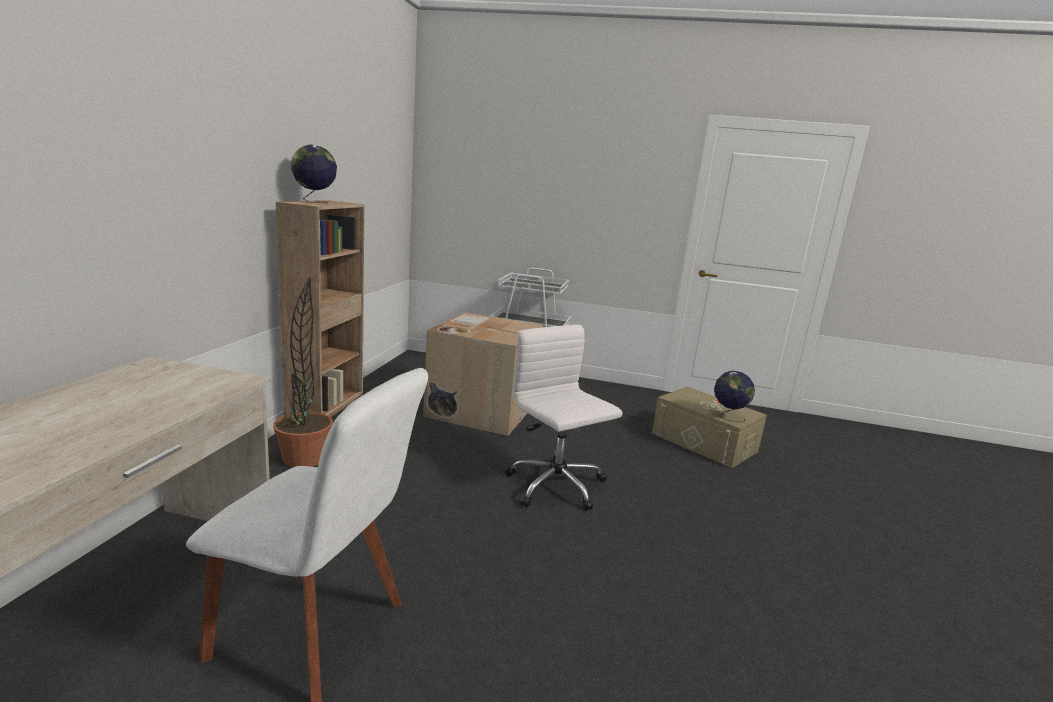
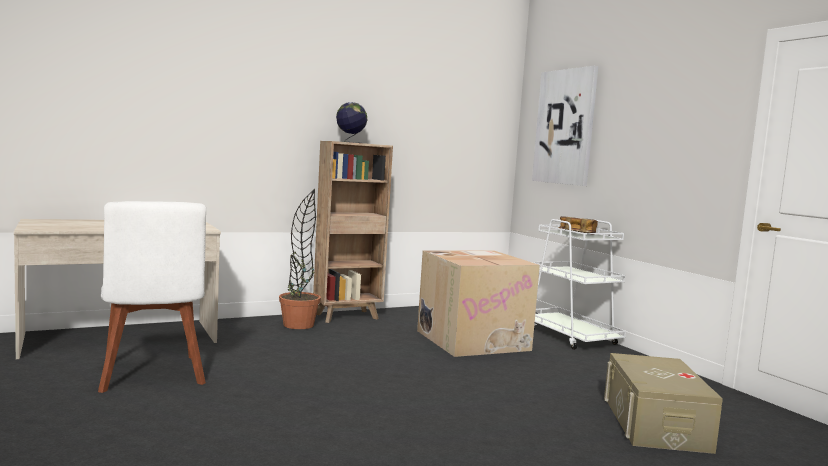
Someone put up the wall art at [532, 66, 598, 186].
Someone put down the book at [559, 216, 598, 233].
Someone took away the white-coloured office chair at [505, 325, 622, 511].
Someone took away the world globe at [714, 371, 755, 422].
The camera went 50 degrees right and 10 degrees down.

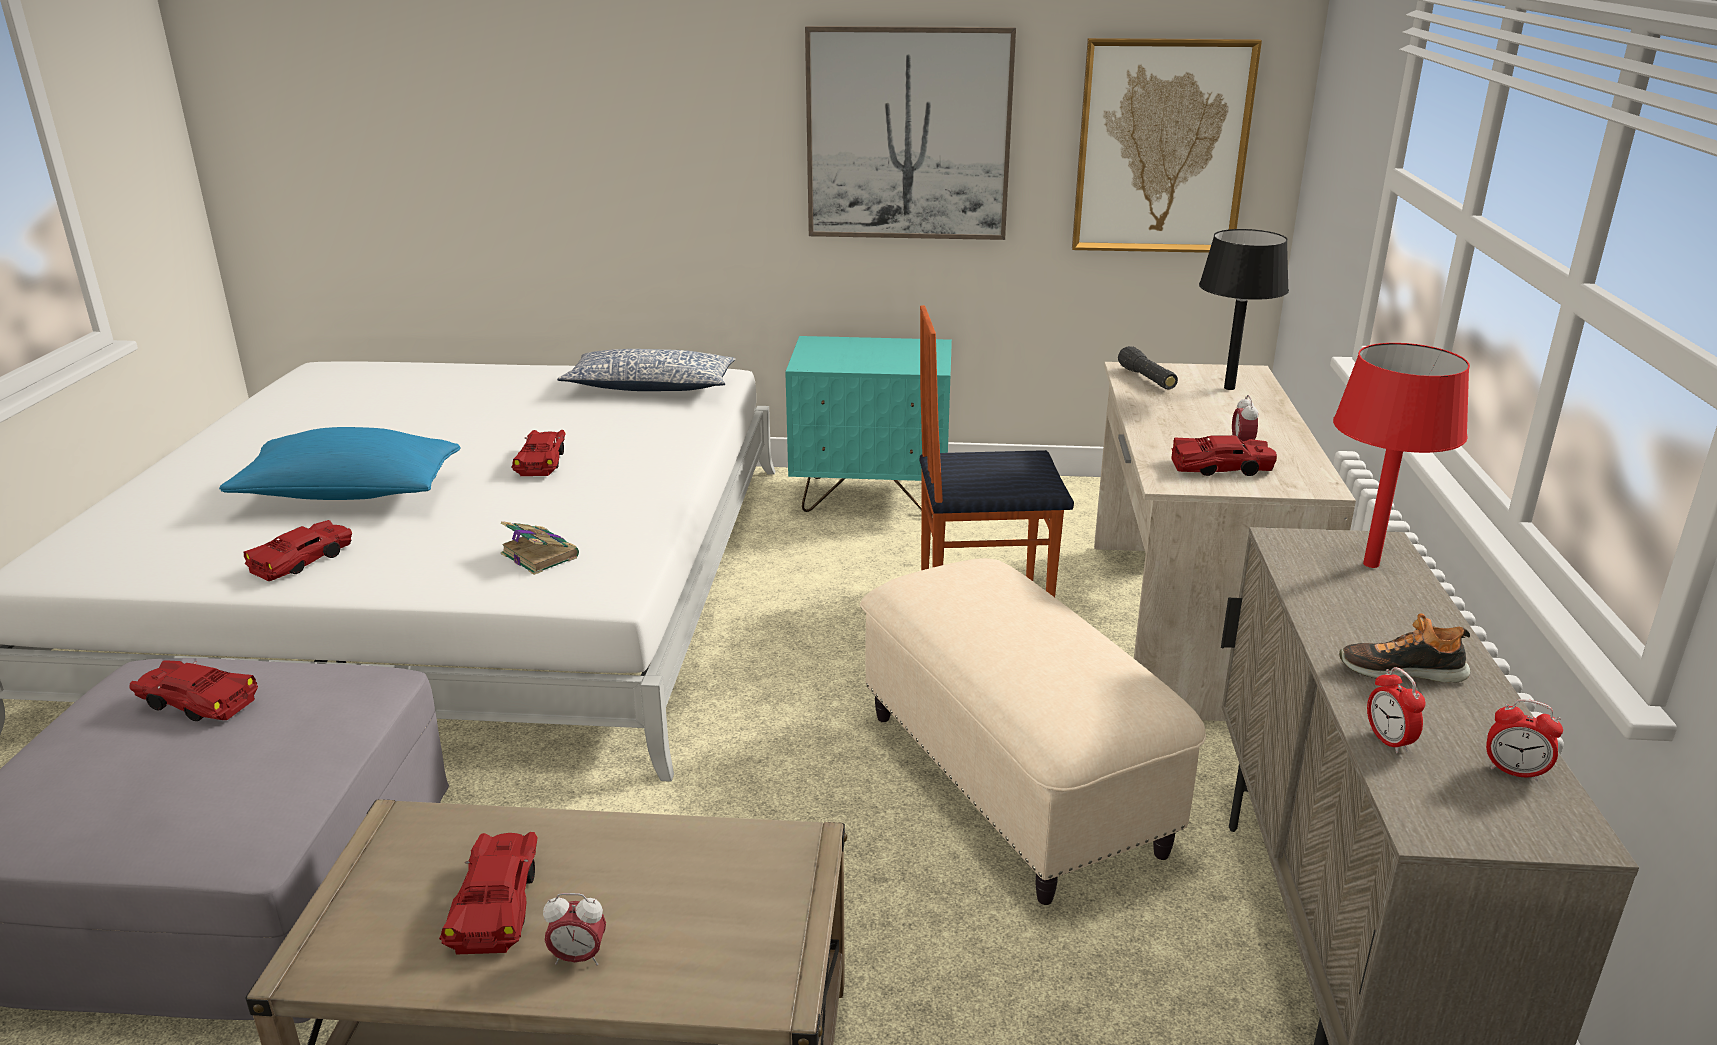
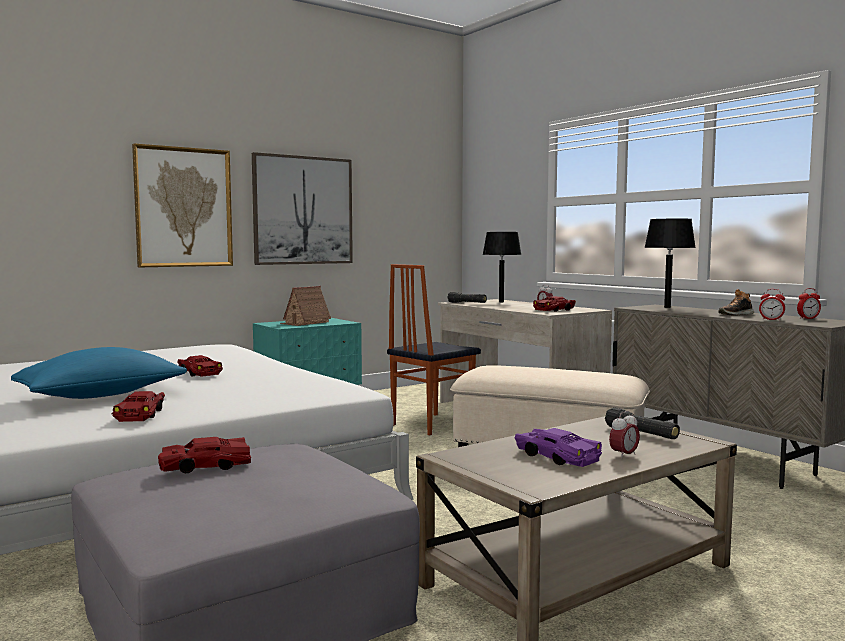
Someone carried the wall art from [1072, 38, 1262, 253] to [132, 143, 233, 267].
Someone put down the toy house at [279, 286, 331, 326].
Someone repainted the red-coloured model car at [439, 832, 538, 955], which became the purple-coloured model car at [515, 428, 602, 467].
Someone put down the black hand torch at [605, 408, 680, 439].
Someone repainted the red-coloured lamp for a table at [1333, 343, 1470, 568], which became the black lamp for a table at [644, 219, 696, 308].
Someone took away the book at [501, 521, 579, 575].
Someone took away the throw pillow at [557, 349, 736, 391].
The camera went 40 degrees left and 20 degrees down.

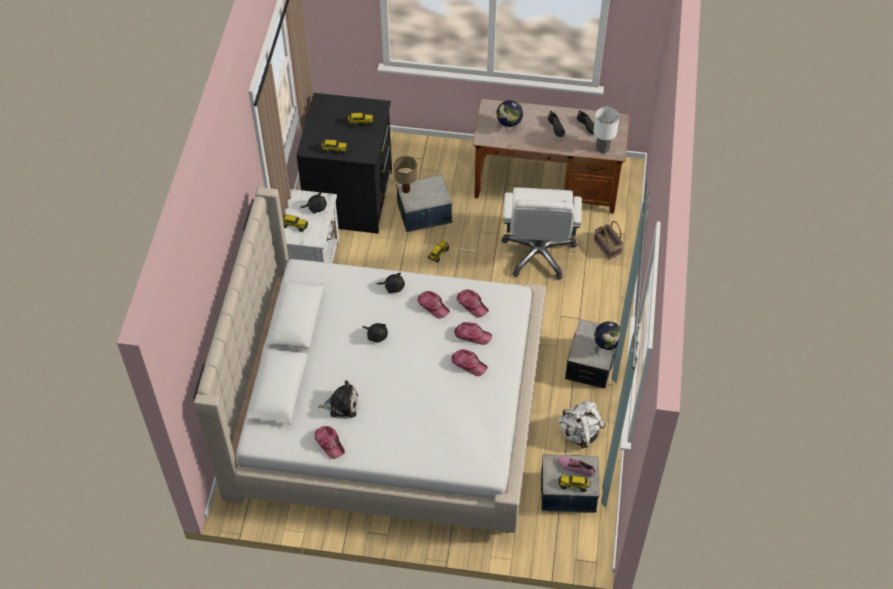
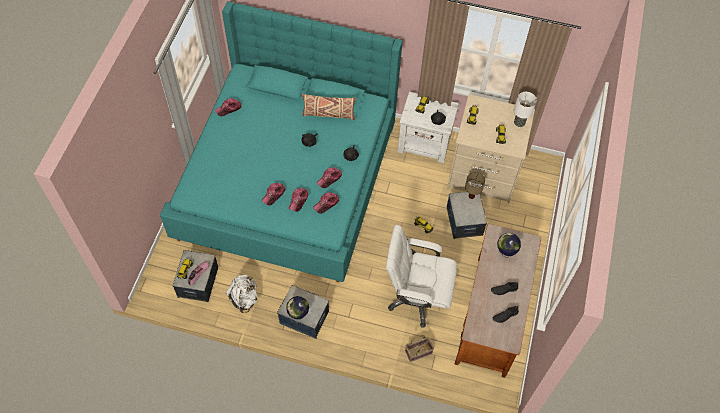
Someone repainted the sand-coloured bedroom bed at [193, 187, 546, 533], which became the turquoise bedroom bed at [160, 1, 403, 282].
Someone put down the sand-coloured throw pillow at [302, 94, 356, 120].
Someone repainted the black drawer chest at [296, 93, 392, 234], which became the sand-coloured drawer chest at [447, 94, 535, 204].
Someone carried the lamp for a table from [593, 107, 619, 153] to [514, 92, 537, 127].
Someone took away the plush toy at [318, 380, 358, 419].
The camera went 95 degrees right and 5 degrees up.

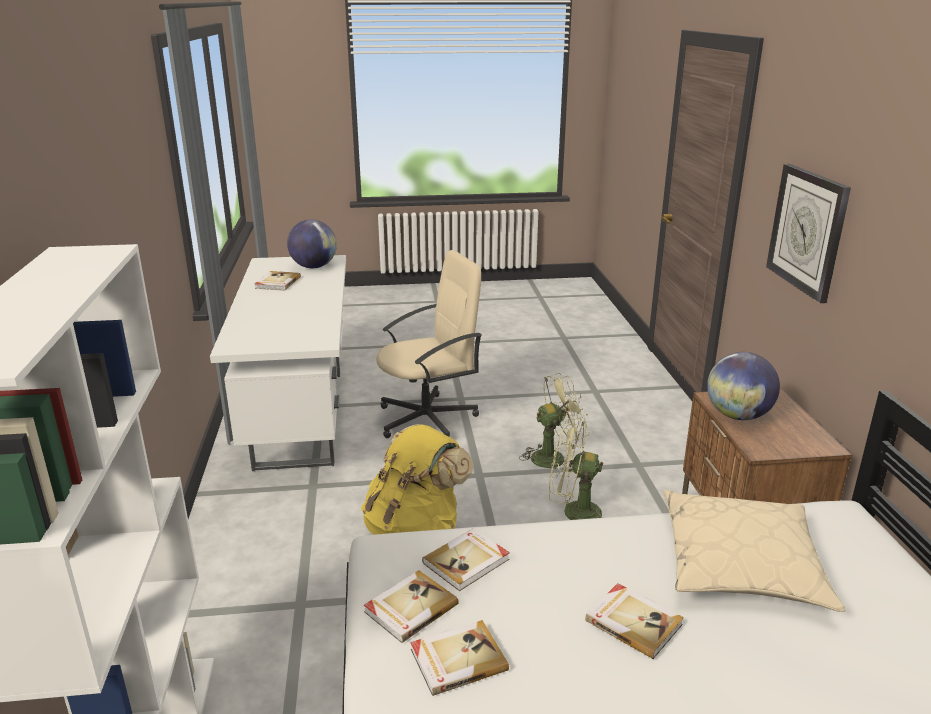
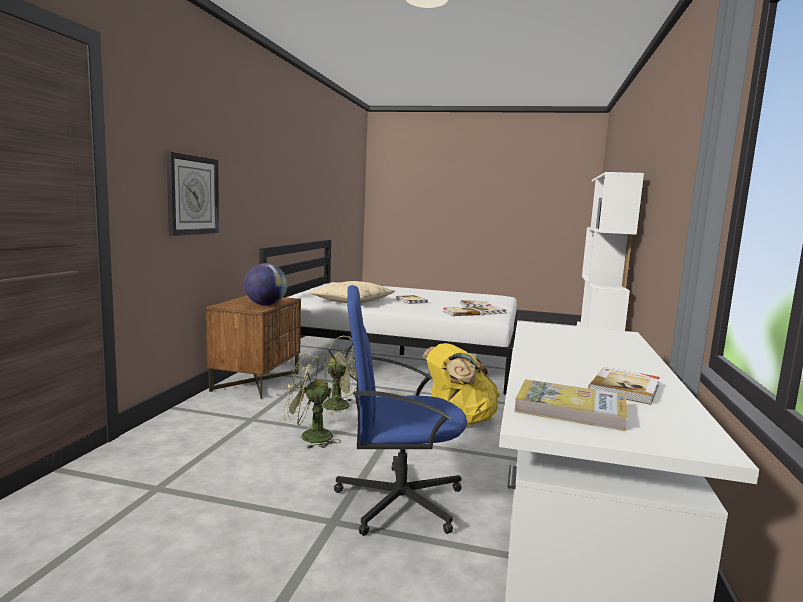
Someone repainted the sand-coloured office chair at [376, 250, 482, 438], which became the blue-coloured office chair at [334, 285, 467, 536].
Someone swapped the world globe at [287, 219, 337, 268] for the book at [514, 379, 628, 431].
The camera went 160 degrees left and 15 degrees down.

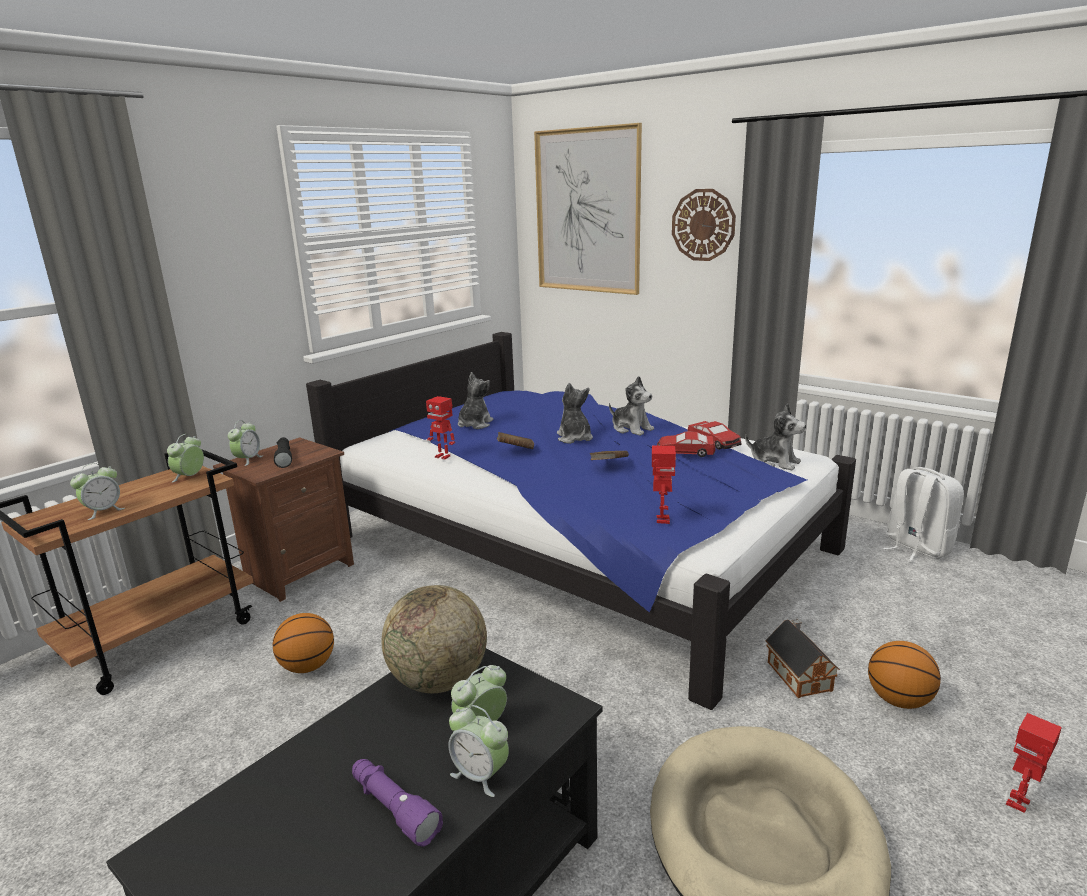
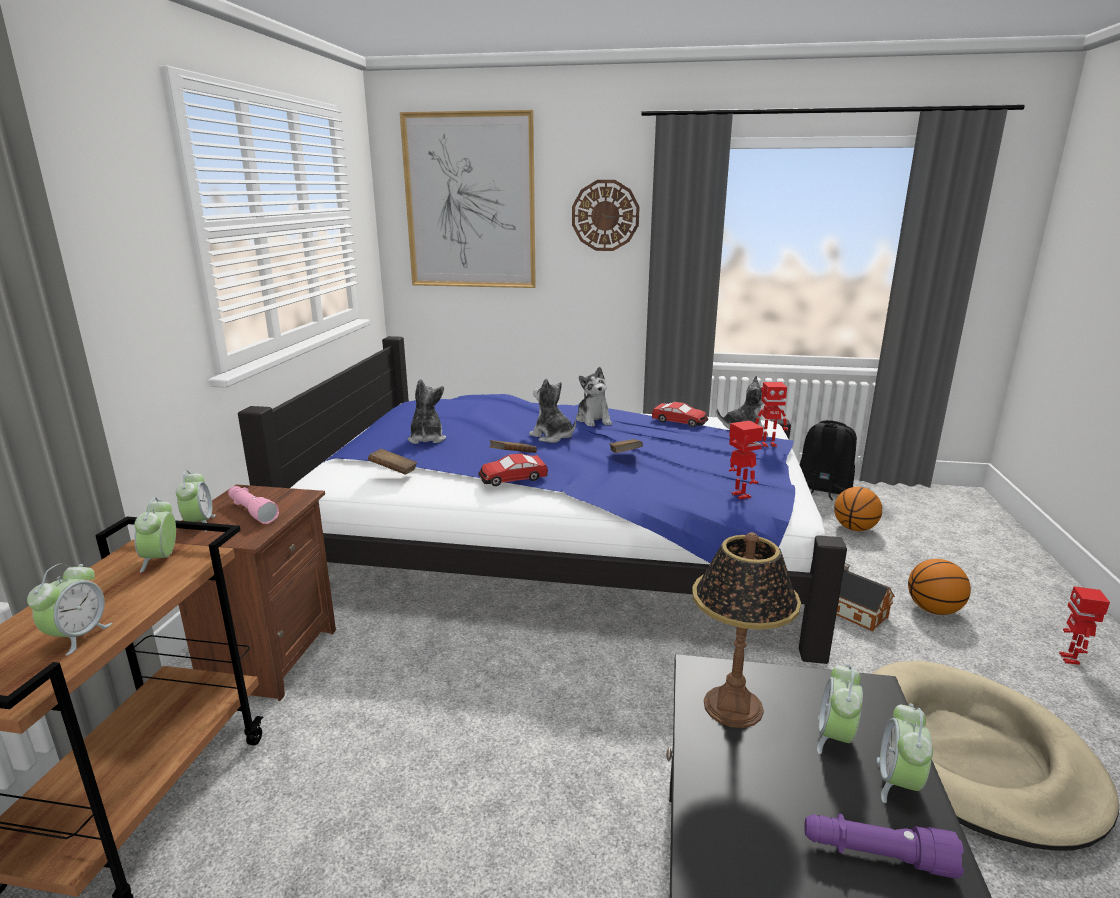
Someone repainted the black hand torch at [274, 437, 292, 468], which became the pinkish hand torch at [228, 486, 279, 524].
Someone put down the brown-coloured book at [368, 449, 417, 475].
Someone carried the model car from [657, 431, 716, 457] to [478, 453, 548, 486].
Someone rotated the plush toy at [609, 376, 654, 436] by 60 degrees clockwise.
Someone swapped the world globe at [382, 585, 487, 693] for the lamp for a table at [692, 532, 801, 728].
Someone carried the robot figure from [426, 396, 455, 460] to [755, 382, 788, 447].
Someone repainted the white-coloured backpack at [883, 467, 964, 561], which became the black backpack at [800, 420, 857, 500].
Someone carried the basketball from [273, 613, 334, 673] to [834, 487, 882, 531].
Someone rotated the table clock at [448, 705, 509, 797] by 105 degrees clockwise.
The camera went 30 degrees left and 0 degrees up.

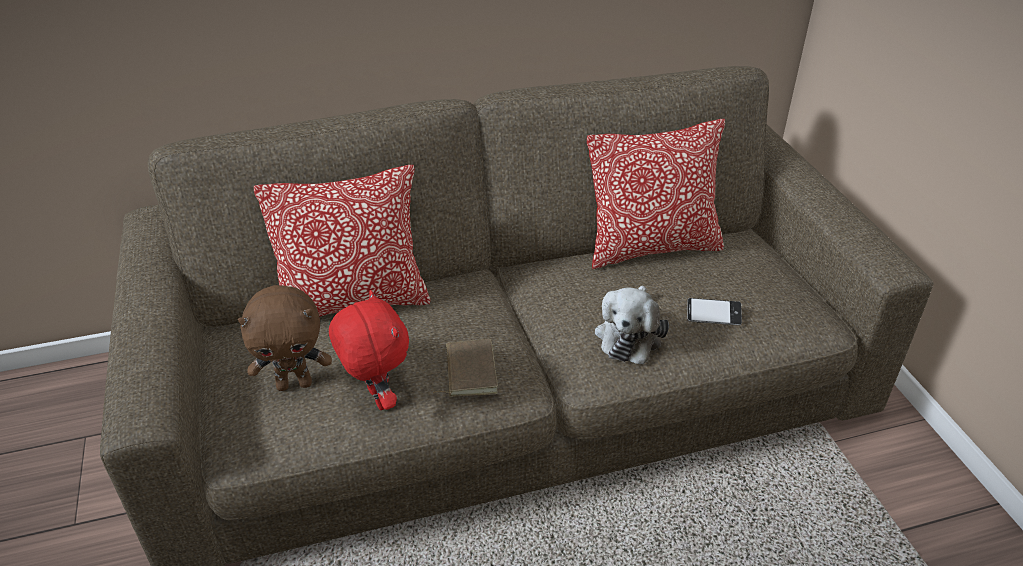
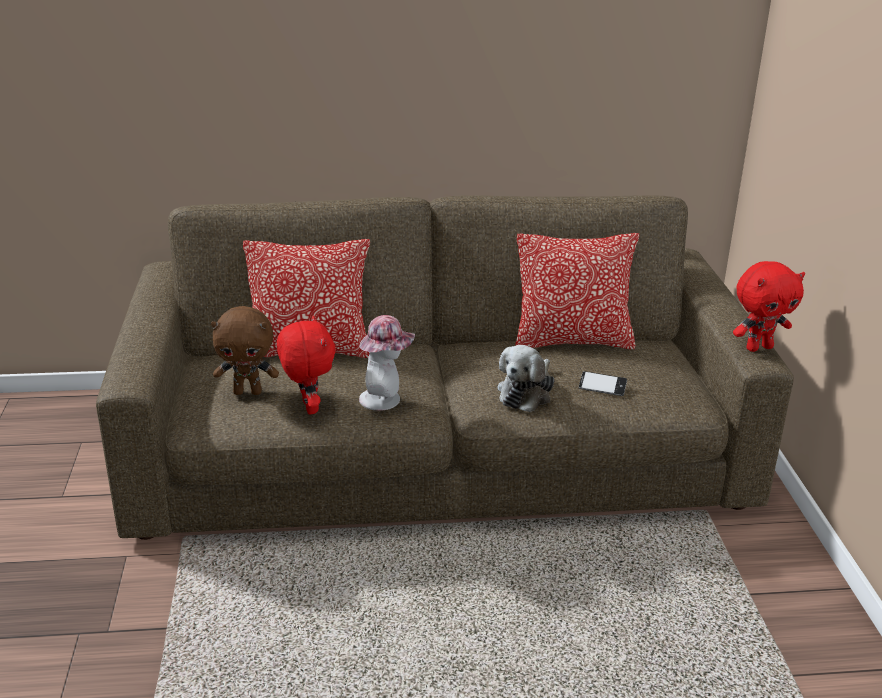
Someone swapped the brown-coloured book at [433, 339, 498, 397] for the wearable hat at [359, 315, 415, 411].
Someone put down the red-coloured plush toy at [733, 261, 805, 352].
The camera went 10 degrees right and 10 degrees down.

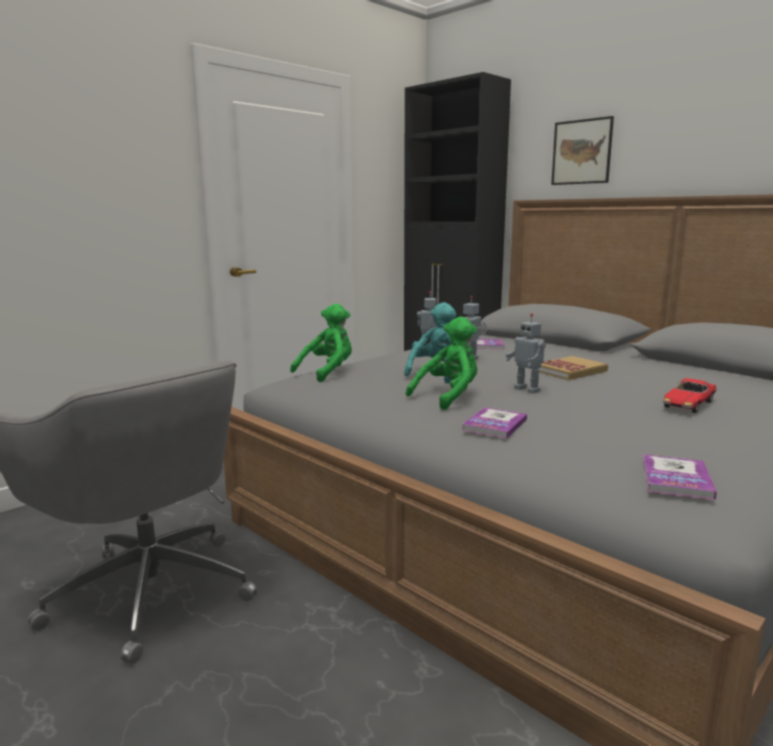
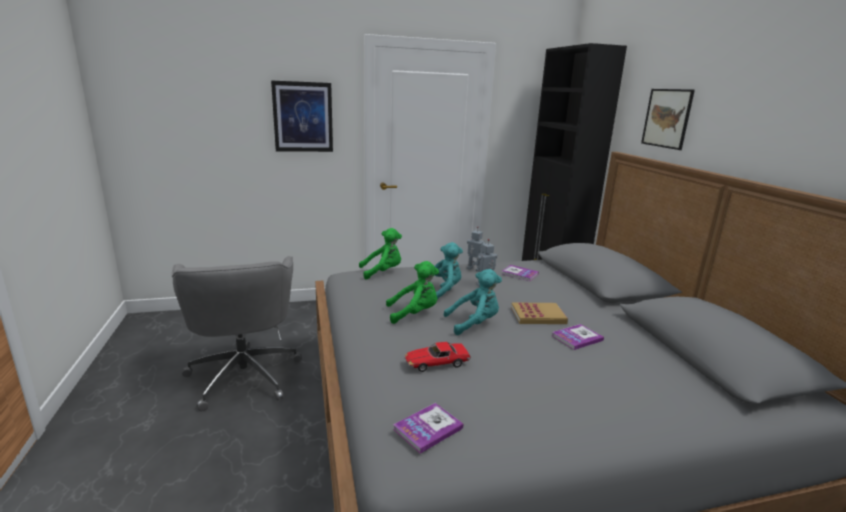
Someone put up the wall art at [271, 81, 333, 152].
Someone carried the model car from [662, 378, 717, 413] to [404, 342, 471, 372].
Someone swapped the robot figure at [505, 313, 546, 394] for the turquoise plush toy at [443, 269, 502, 335].
Someone carried the book from [462, 407, 527, 438] to [552, 324, 604, 350].
The camera went 30 degrees right and 5 degrees up.

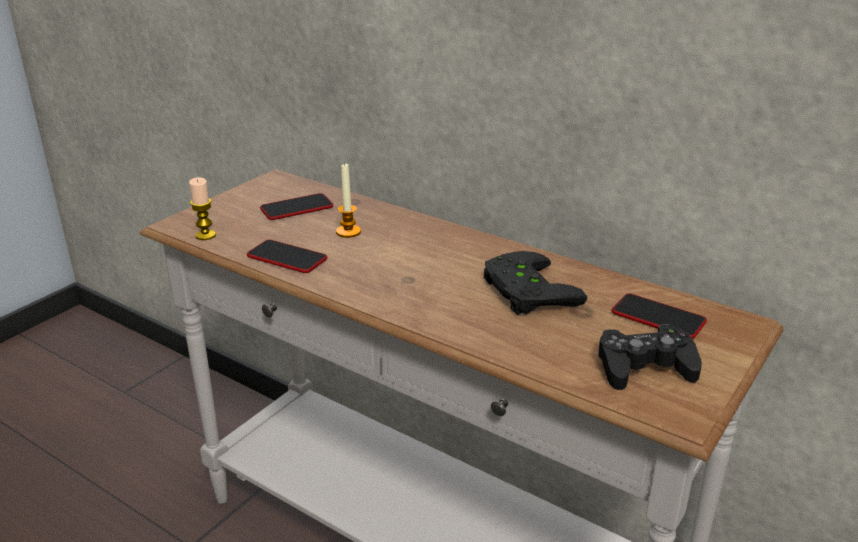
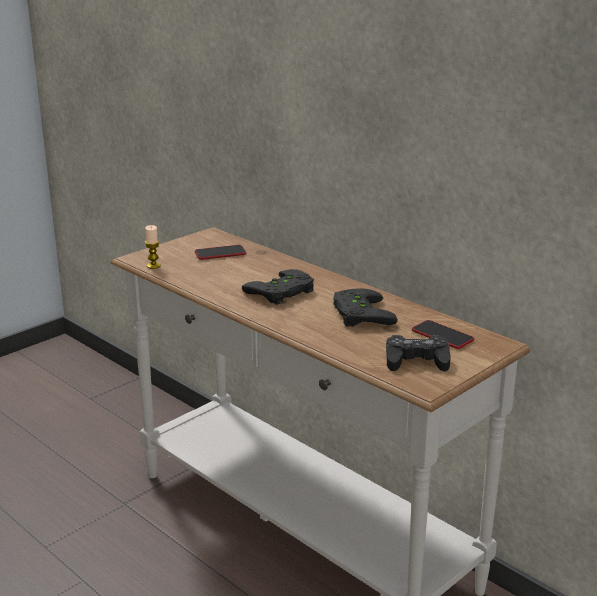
Someone put down the black game controller at [242, 269, 314, 305].
Someone took away the phone at [247, 240, 327, 273].
Someone took away the wax light at [336, 163, 361, 238].
The camera went 10 degrees right and 5 degrees down.

